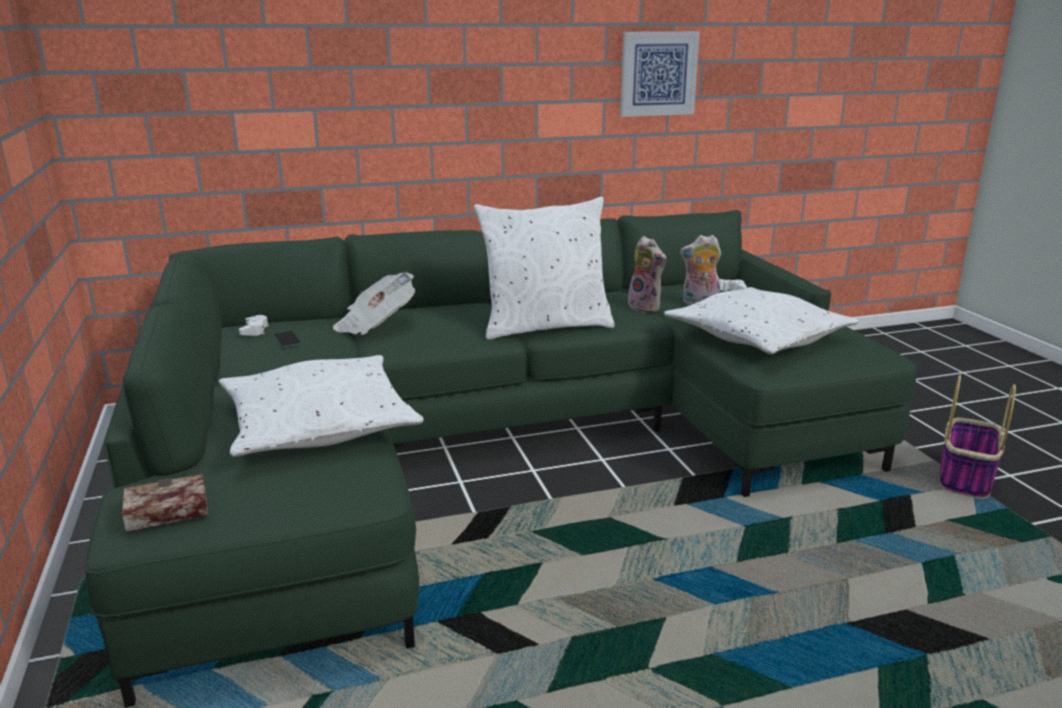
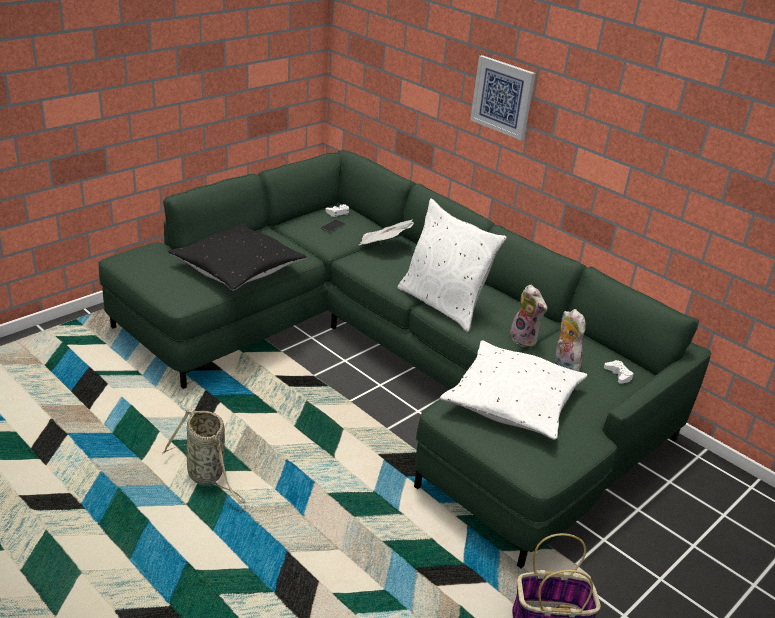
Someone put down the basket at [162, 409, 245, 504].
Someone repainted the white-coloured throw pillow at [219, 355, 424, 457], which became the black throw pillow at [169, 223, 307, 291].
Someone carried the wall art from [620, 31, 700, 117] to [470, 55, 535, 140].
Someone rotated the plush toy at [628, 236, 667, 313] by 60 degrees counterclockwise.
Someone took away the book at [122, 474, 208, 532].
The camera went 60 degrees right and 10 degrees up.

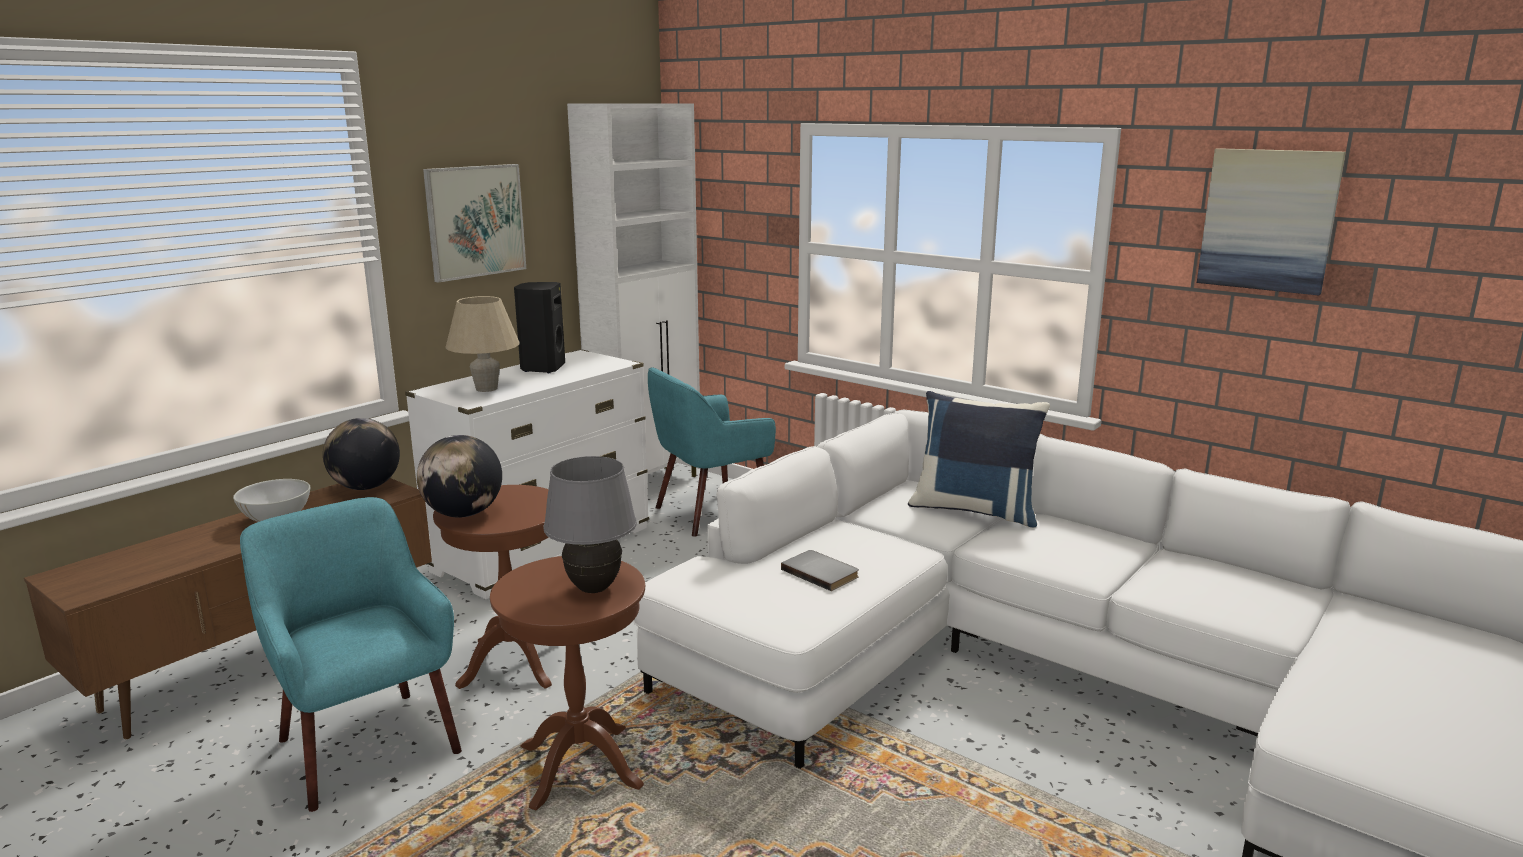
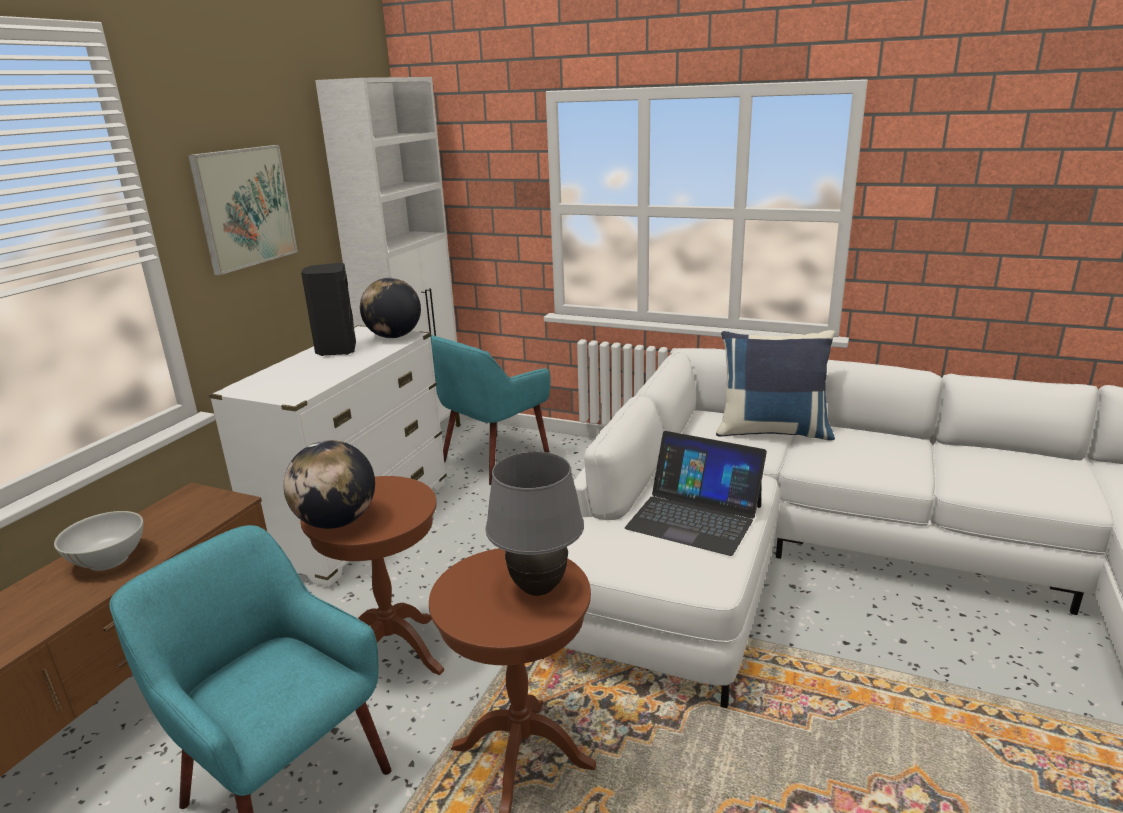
Someone carried the world globe from [323, 418, 400, 490] to [360, 278, 421, 338].
Someone swapped the greyish book at [781, 550, 859, 591] for the laptop at [625, 431, 767, 556].
Someone took away the sand-coloured lamp for a table at [445, 296, 520, 392].
Someone took away the wall art at [1197, 148, 1346, 295].
The camera went 15 degrees left and 5 degrees up.

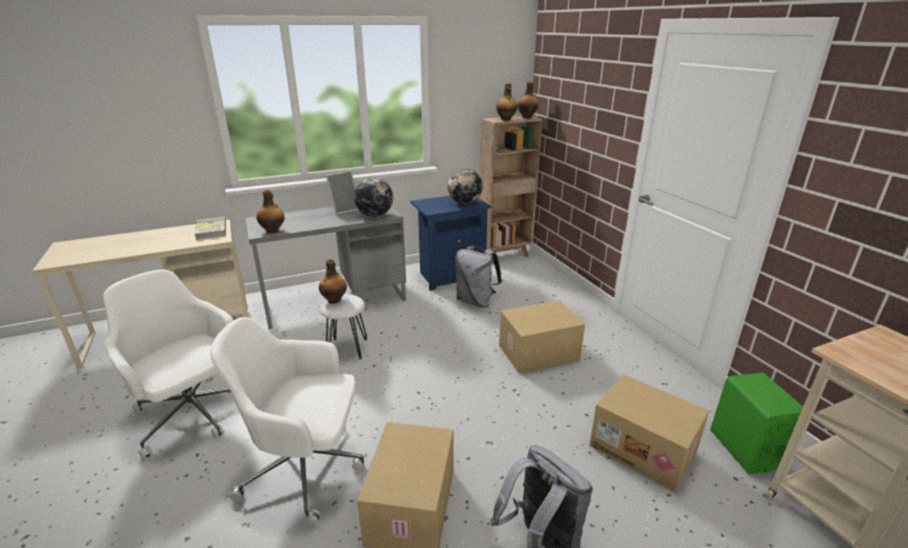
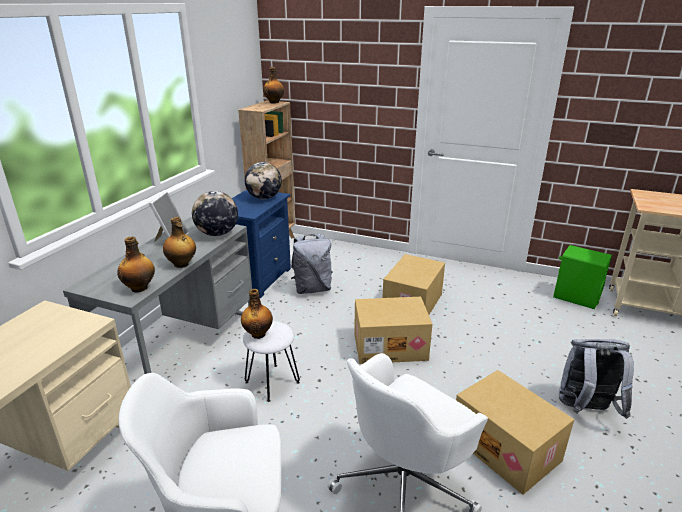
Someone carried the drink bottle from [496, 83, 517, 120] to [163, 217, 196, 268].
Someone carried the cardboard box from [589, 374, 709, 492] to [354, 297, 433, 364].
Someone took away the book at [194, 217, 226, 240].
The camera went 45 degrees left and 0 degrees up.

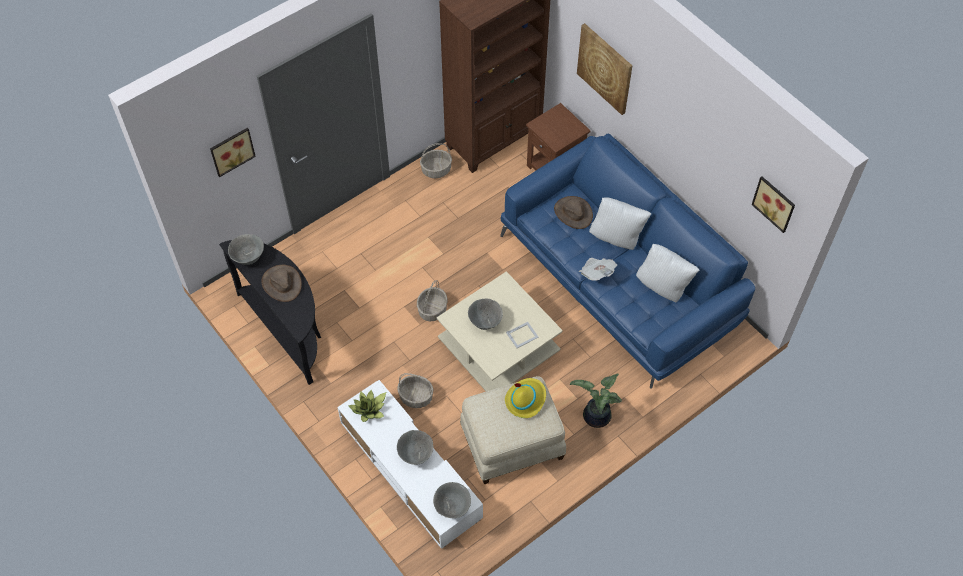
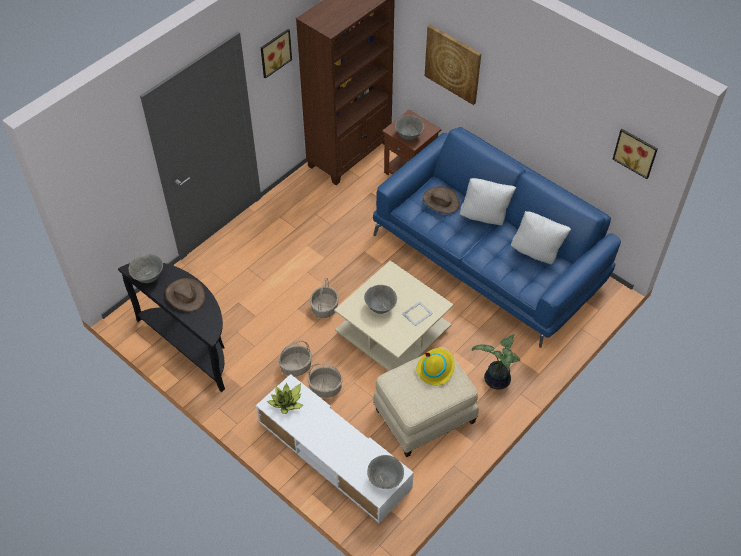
Someone carried the wall art from [210, 128, 256, 177] to [261, 29, 292, 79].
Someone carried the basket from [420, 143, 452, 178] to [278, 340, 312, 377].
Someone carried the greyish bowl from [397, 430, 434, 465] to [395, 115, 424, 140].
Someone took away the daily paper at [579, 258, 617, 281].
The camera went 10 degrees left and 5 degrees down.

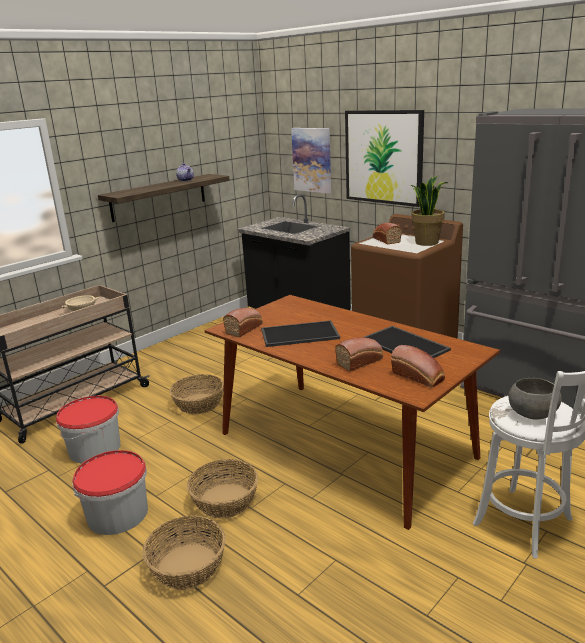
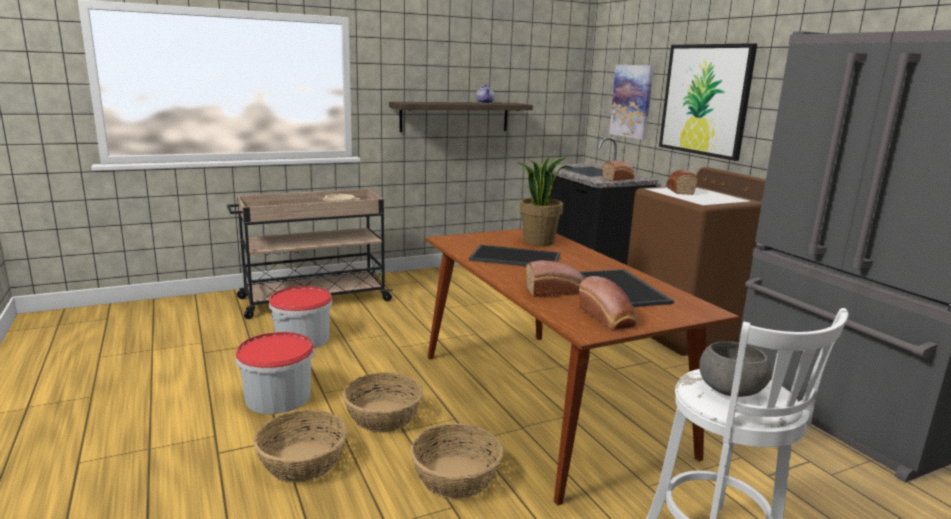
Someone carried the basket from [170, 374, 224, 414] to [410, 423, 503, 499].
Someone carried the potted plant from [410, 176, 448, 246] to [519, 157, 572, 246].
Someone carried the baked bread from [223, 308, 263, 337] to [603, 161, 635, 181].
The camera went 20 degrees right and 5 degrees down.

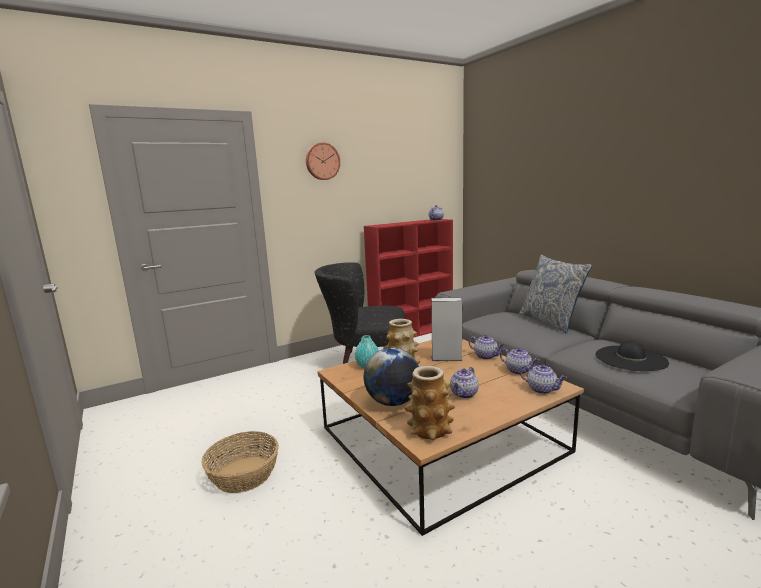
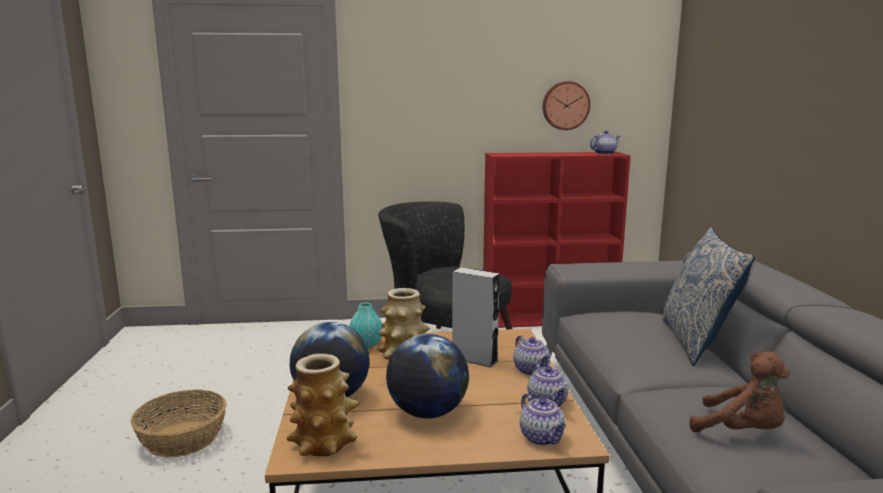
Someone swapped the tea pot at [450, 367, 479, 399] for the world globe at [386, 334, 469, 419].
Someone carried the clock on the wall from [306, 143, 340, 180] to [543, 81, 591, 130].
Someone swapped the black wearable hat at [595, 340, 669, 371] for the brown-coloured plush toy at [690, 351, 790, 432].
The camera went 25 degrees right and 0 degrees up.

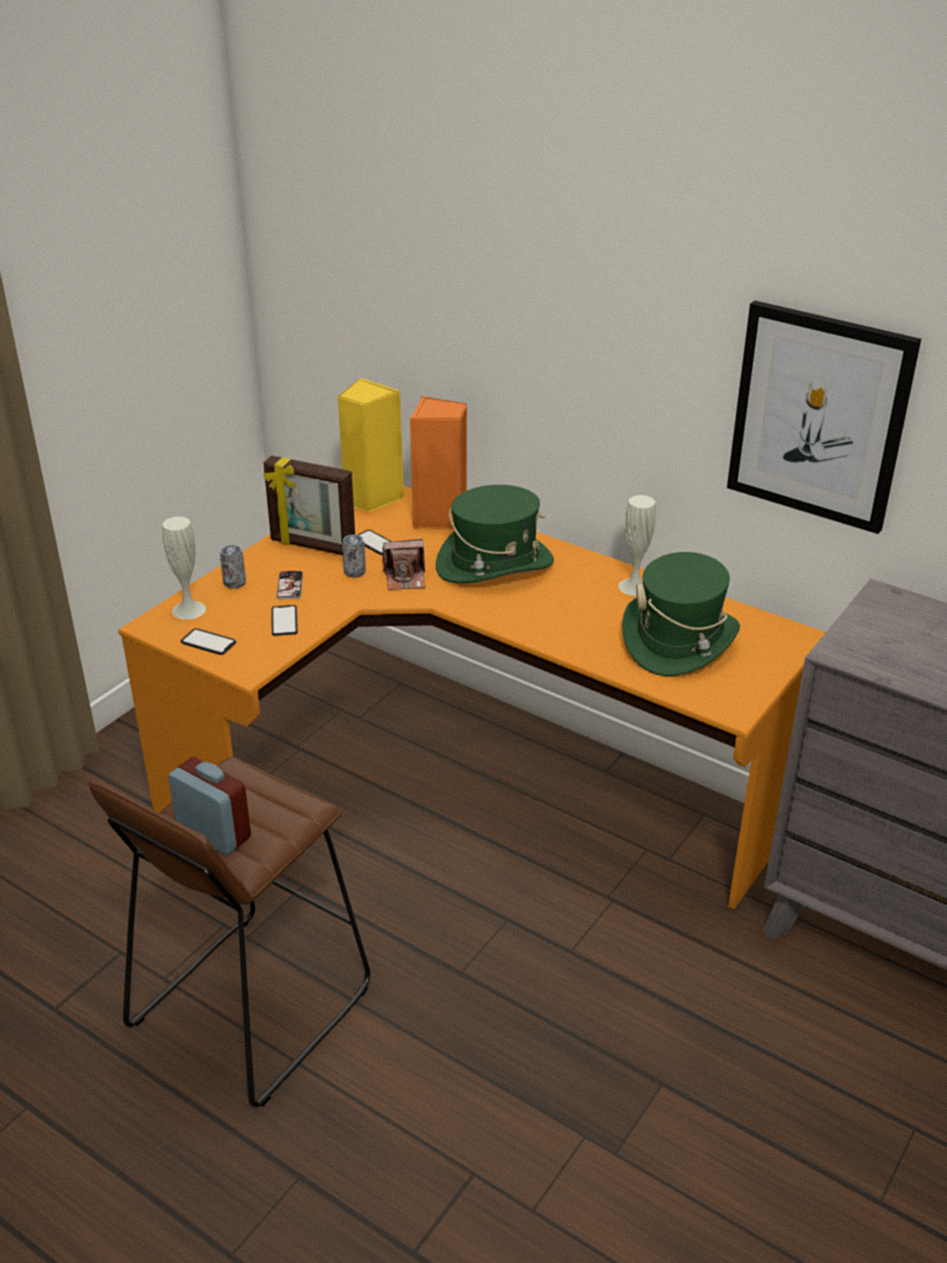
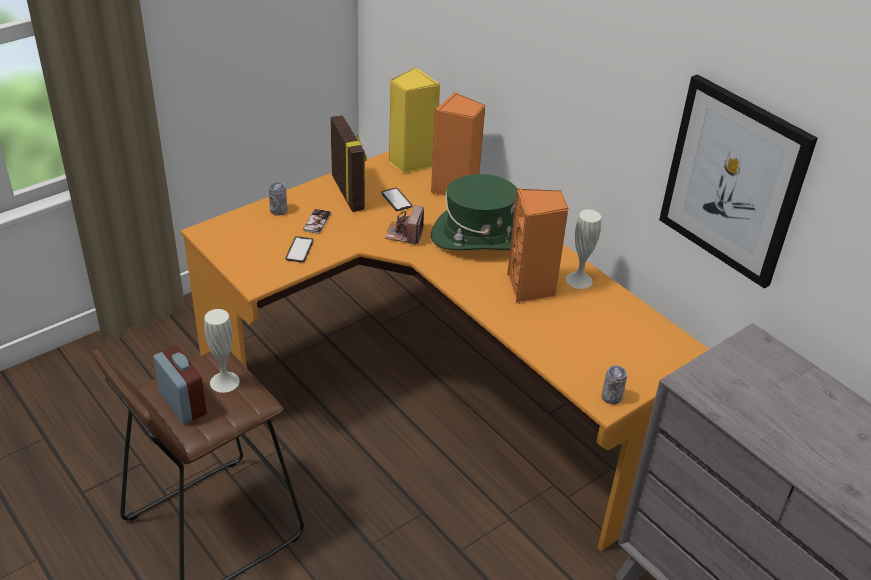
Someone carried the white-coloured decorative vase from [162, 517, 206, 620] to [204, 309, 240, 393].
Someone rotated the standing frame at [263, 456, 355, 555] by 150 degrees counterclockwise.
Someone rotated the photo camera at [382, 539, 425, 590] by 90 degrees clockwise.
Someone put down the orange loudspeaker at [507, 188, 569, 304].
Someone carried the metal can from [342, 534, 366, 578] to [601, 365, 627, 404].
Someone took away the phone at [181, 628, 236, 655].
Someone took away the greenish wearable hat at [622, 552, 740, 676].
The camera went 15 degrees right and 5 degrees up.

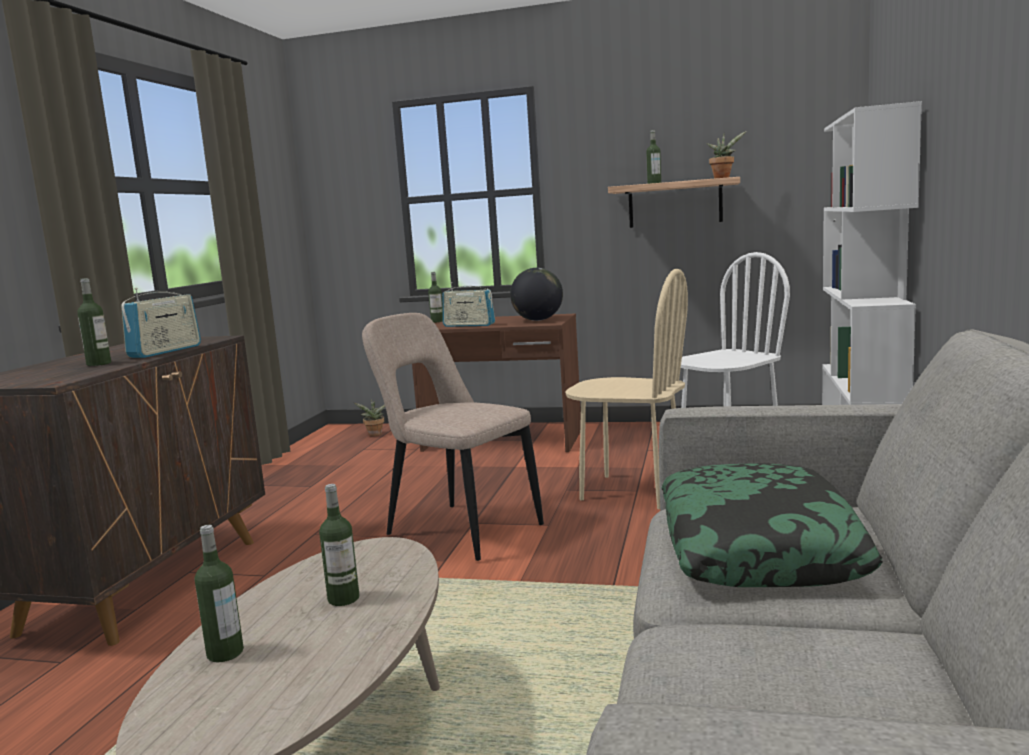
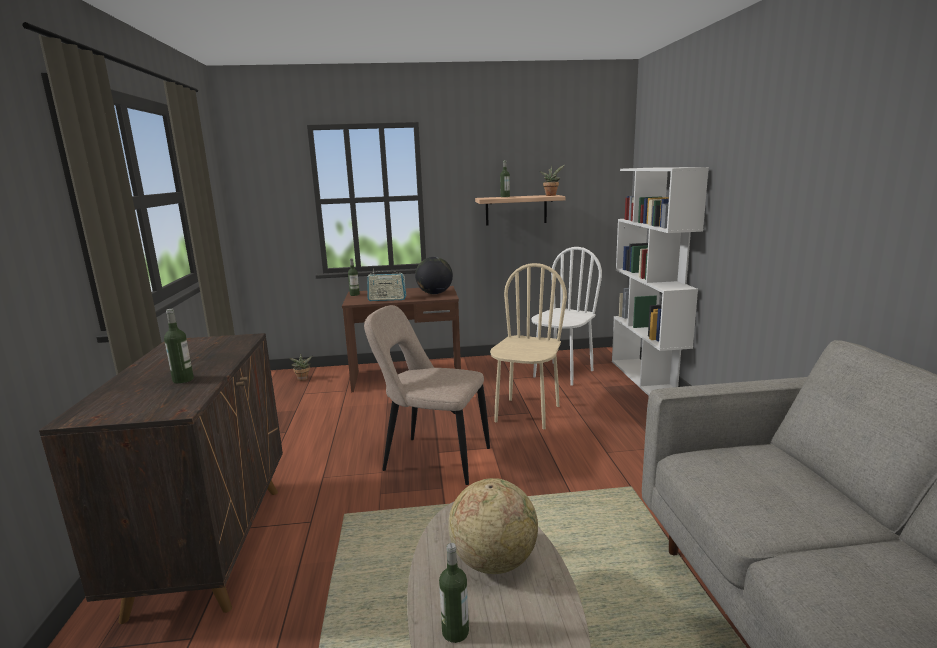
Someone swapped the drink bottle at [319, 484, 359, 606] for the world globe at [448, 478, 538, 574].
Someone rotated the sand-coloured upright chair at [565, 269, 688, 509] by 75 degrees counterclockwise.
Someone took away the radio receiver at [121, 288, 201, 358].
Someone took away the throw pillow at [661, 463, 882, 587].
The camera went 20 degrees left and 5 degrees up.

